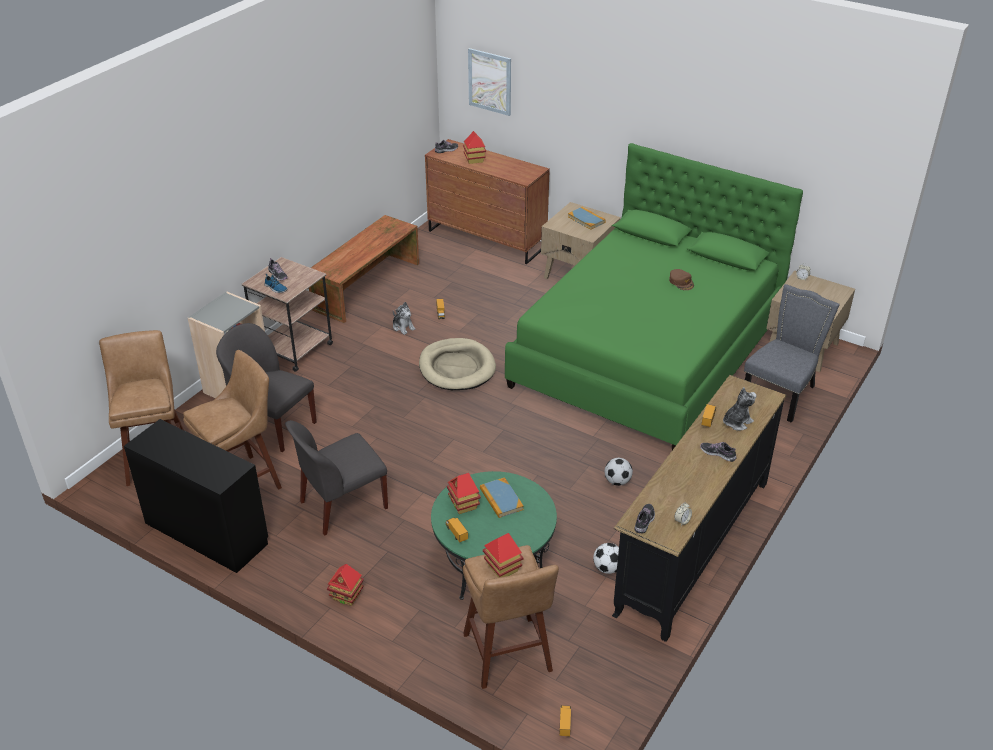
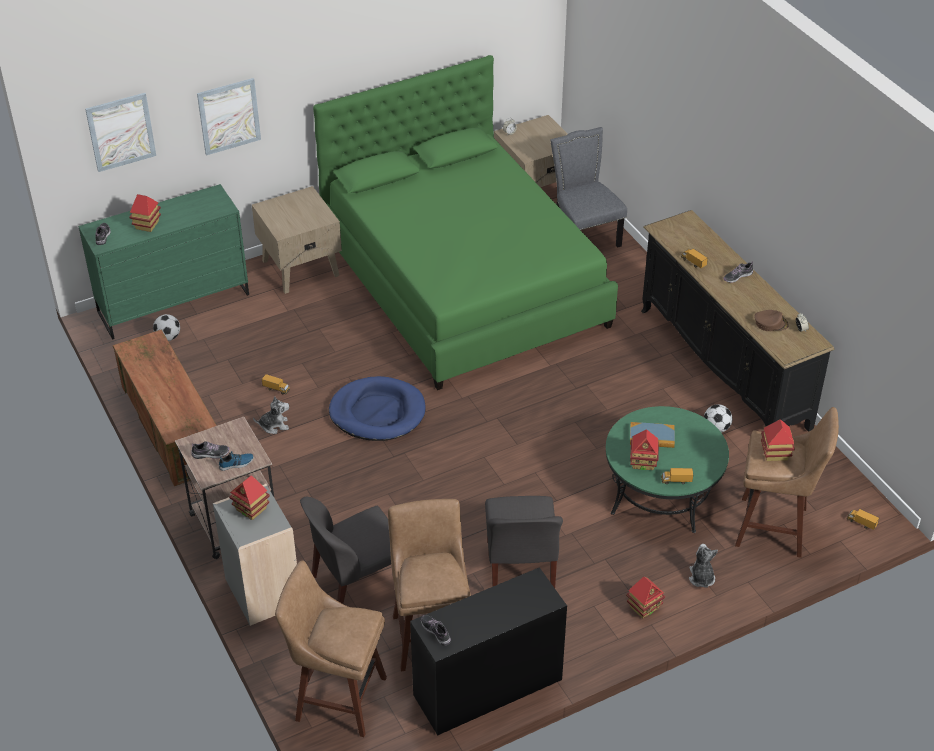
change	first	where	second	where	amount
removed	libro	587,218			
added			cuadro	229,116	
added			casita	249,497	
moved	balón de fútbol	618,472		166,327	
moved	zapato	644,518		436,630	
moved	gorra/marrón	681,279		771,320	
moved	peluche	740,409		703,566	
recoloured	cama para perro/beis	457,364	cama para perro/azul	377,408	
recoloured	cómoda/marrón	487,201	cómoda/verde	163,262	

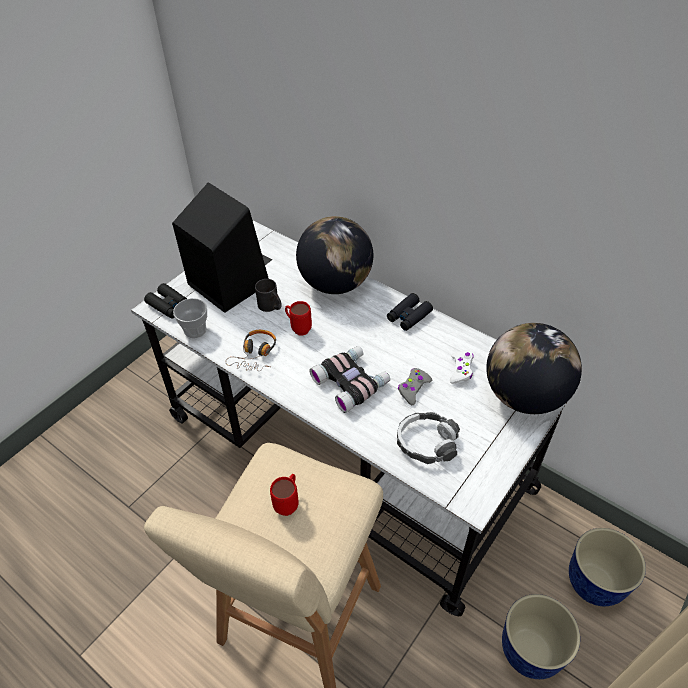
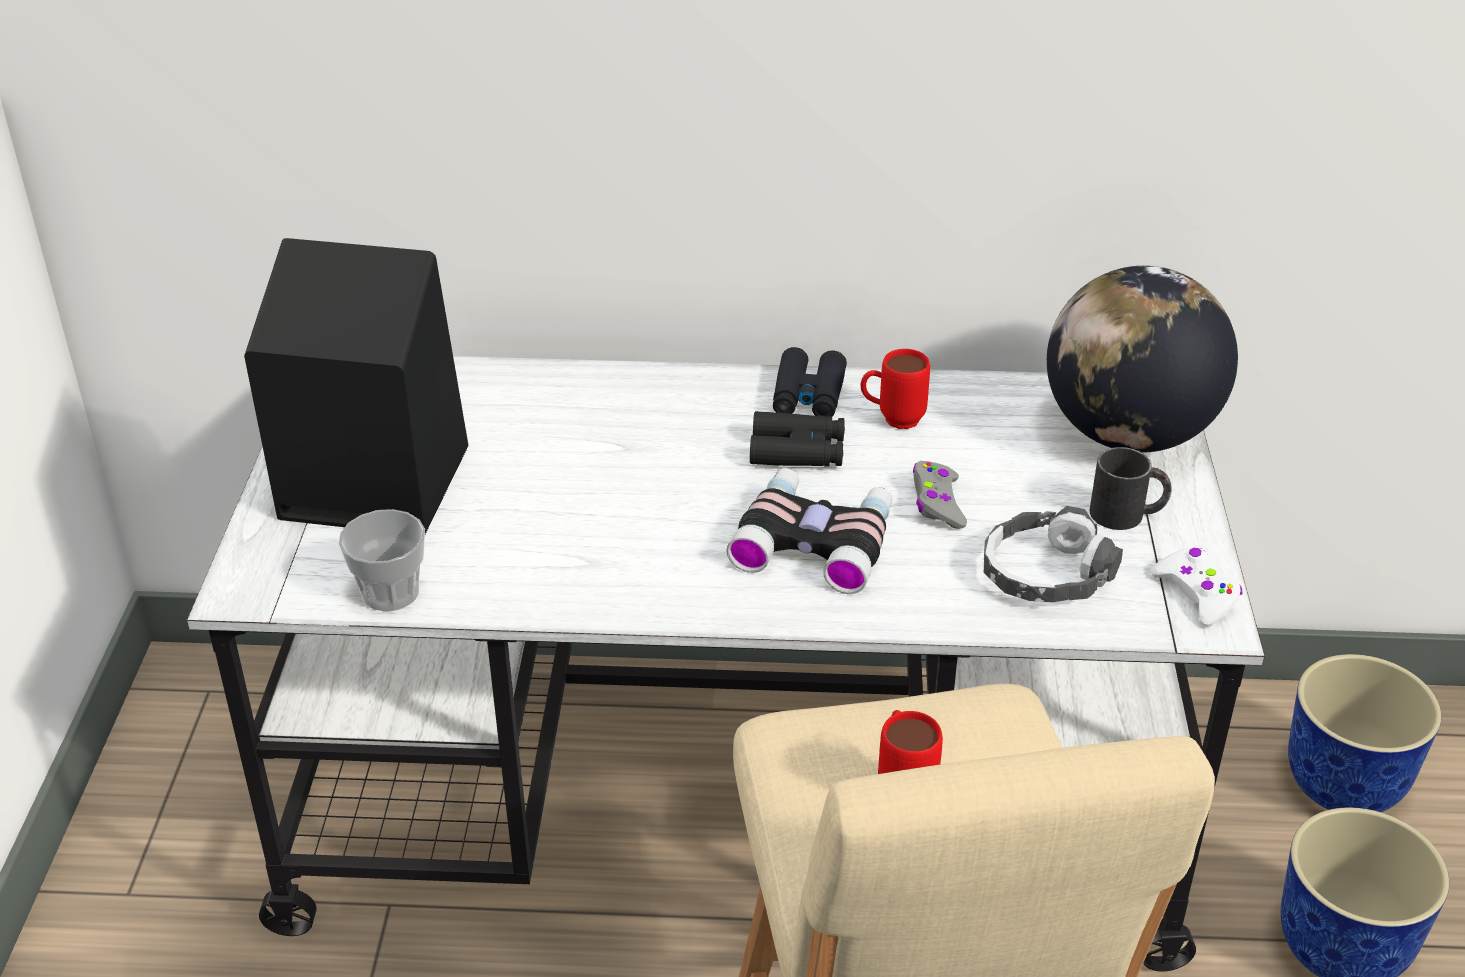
change	first	where	second	where	amount
removed	auriculares	251,350			
removed	globo terráqueo	334,255			
moved	prismáticos/negro	165,301		797,439	
moved	taza grande/negro	268,295		1131,488	
moved	taza grande/rojo	298,318		895,389	
moved	mando de consola/blanco	462,367		1197,587	

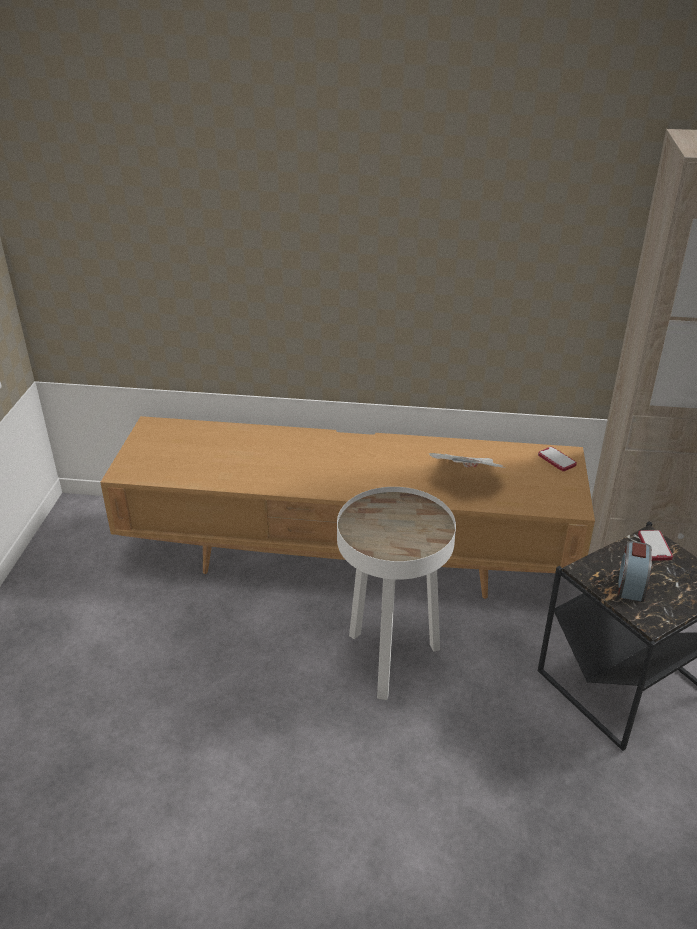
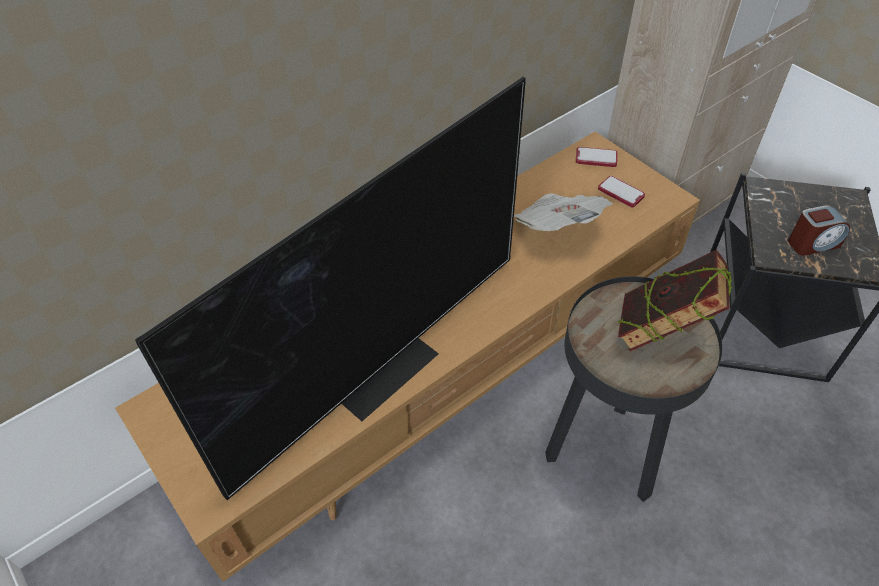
change	first	where	second	where	amount
added			televisor	330,288	
added			libro	675,300	
moved	móvil	655,545		621,191	
recoloured	mesa auxiliar/blanco	396,593	mesa auxiliar/negro	634,389	
turned	despertador	635,571		819,230	75 degrees counterclockwise

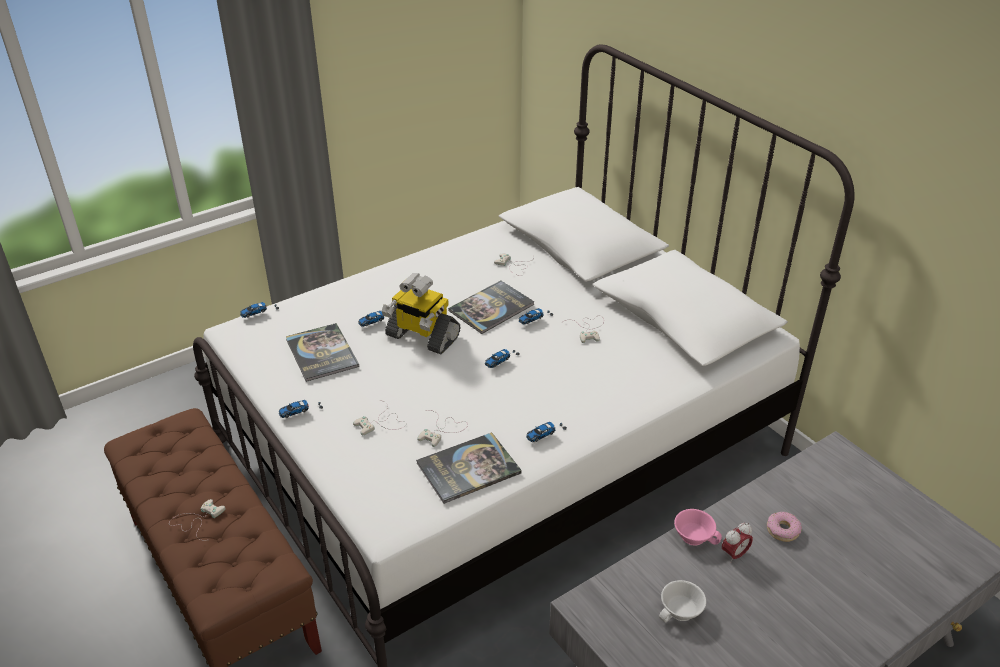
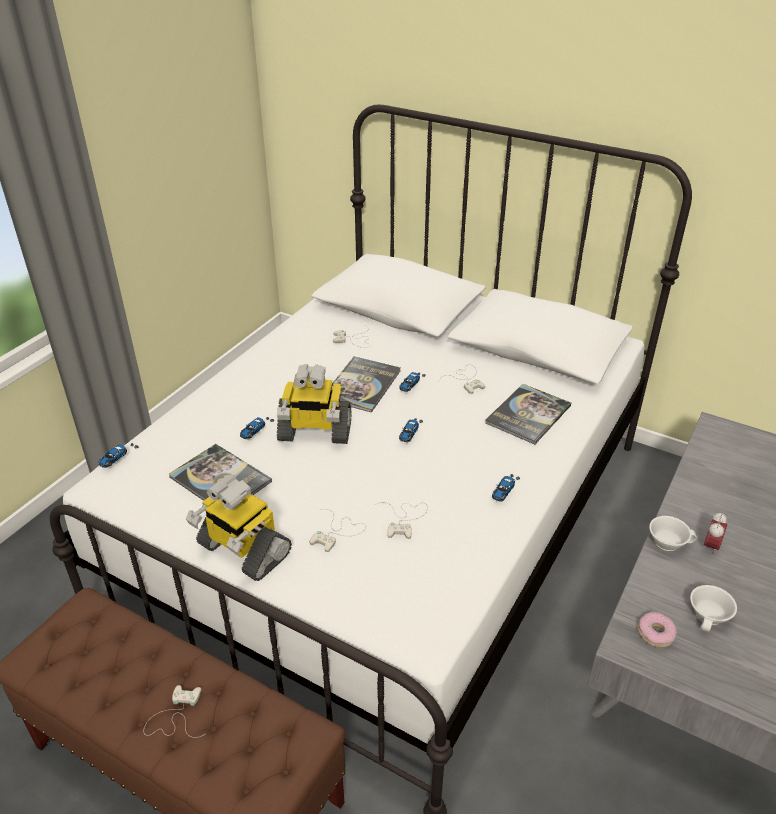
change	first	where	second	where	amount
moved	libro	469,468		528,414	
moved	rosquilla	784,527		657,629	
replaced	coche de juguete	301,409	robot de juguete	239,527	
recoloured	taza/rosa	698,527	taza/blanco	673,533	

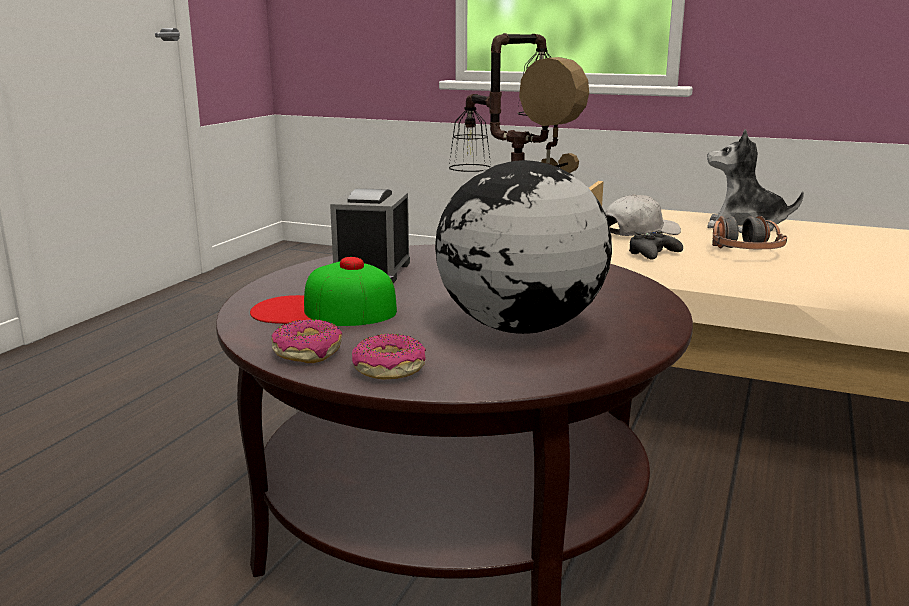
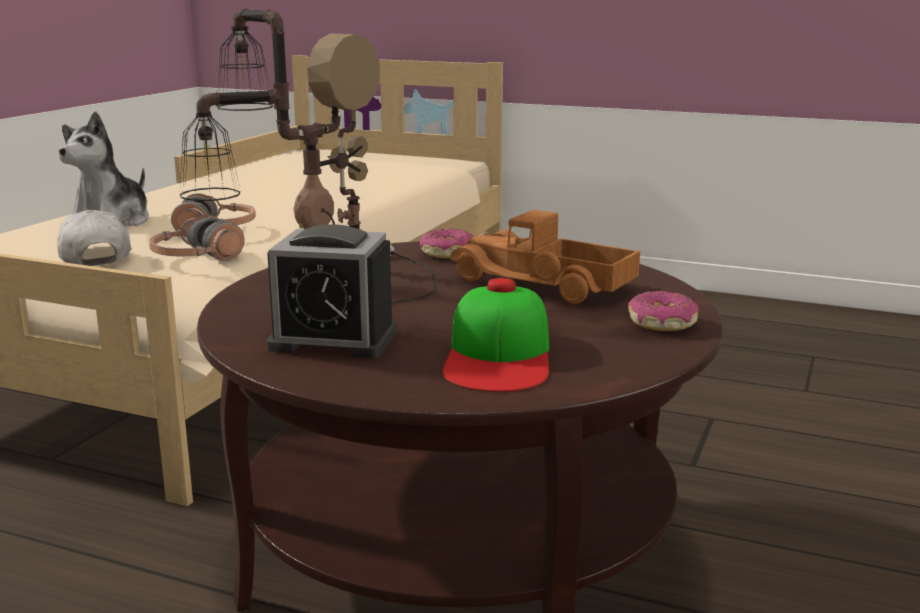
change	first	where	second	where	amount
moved	rosquilla	306,341		447,243	
replaced	globo terráqueo	523,247	camión de juguete	545,257	
replaced	mando de consola/negro	656,245	auriculares	197,237	

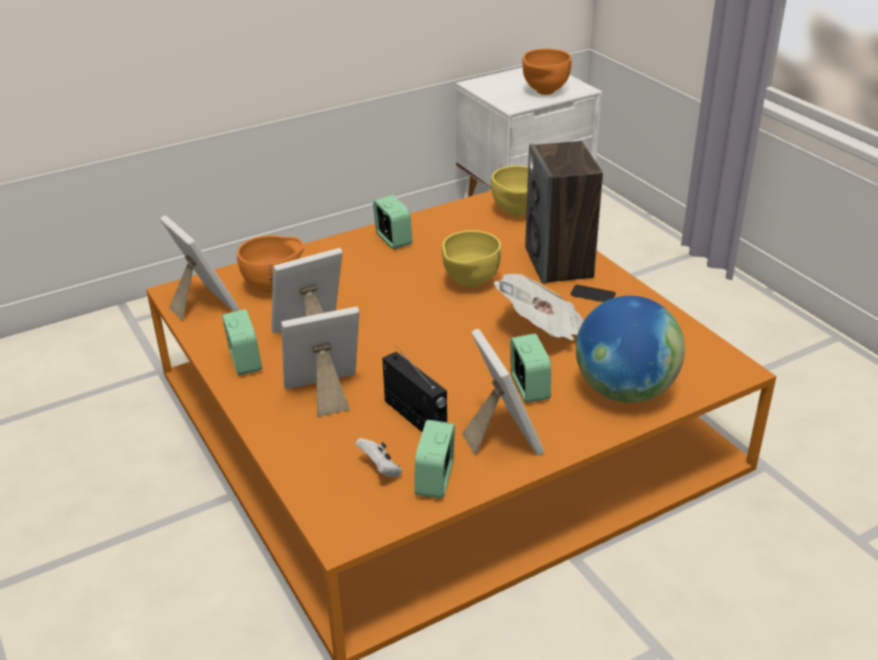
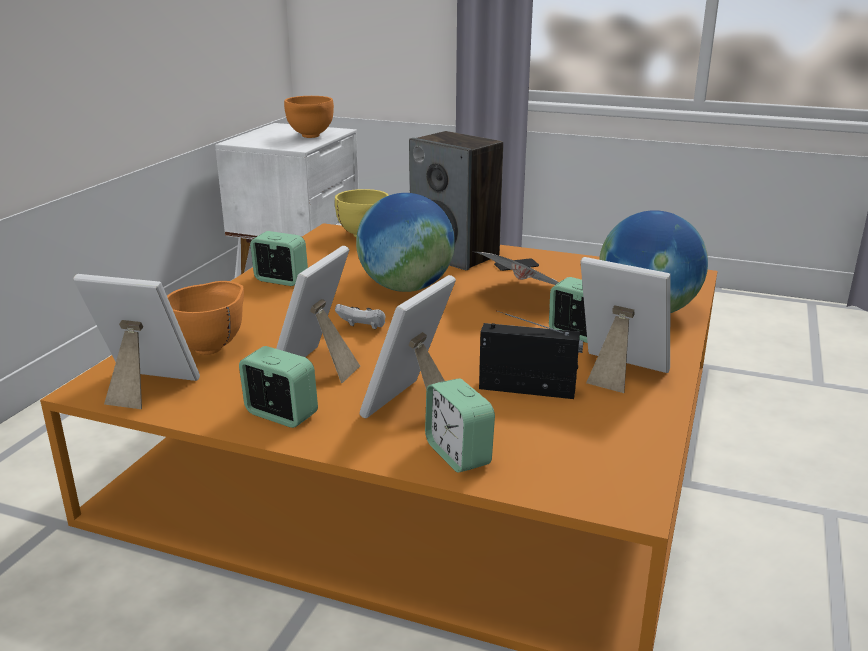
change	first	where	second	where	amount
moved	mando de consola/blanco	378,458		360,316	
moved	despertador	434,459		460,425	
replaced	cuenco/amarillo	472,259	globo terráqueo	405,242	

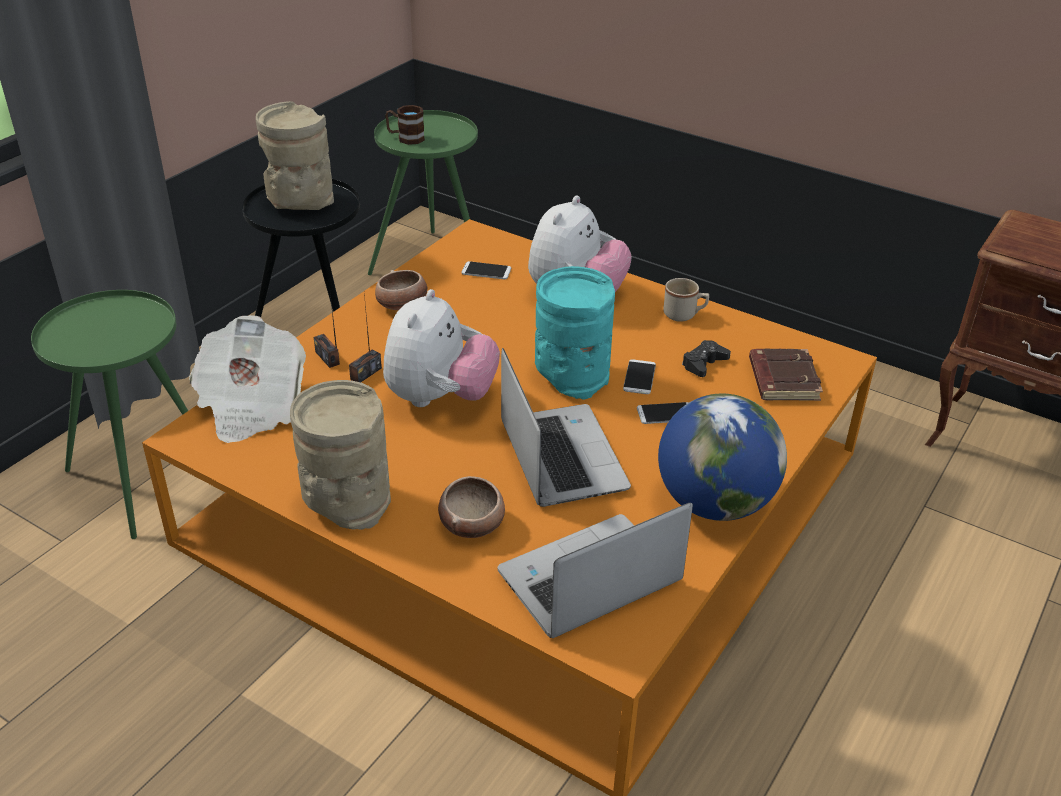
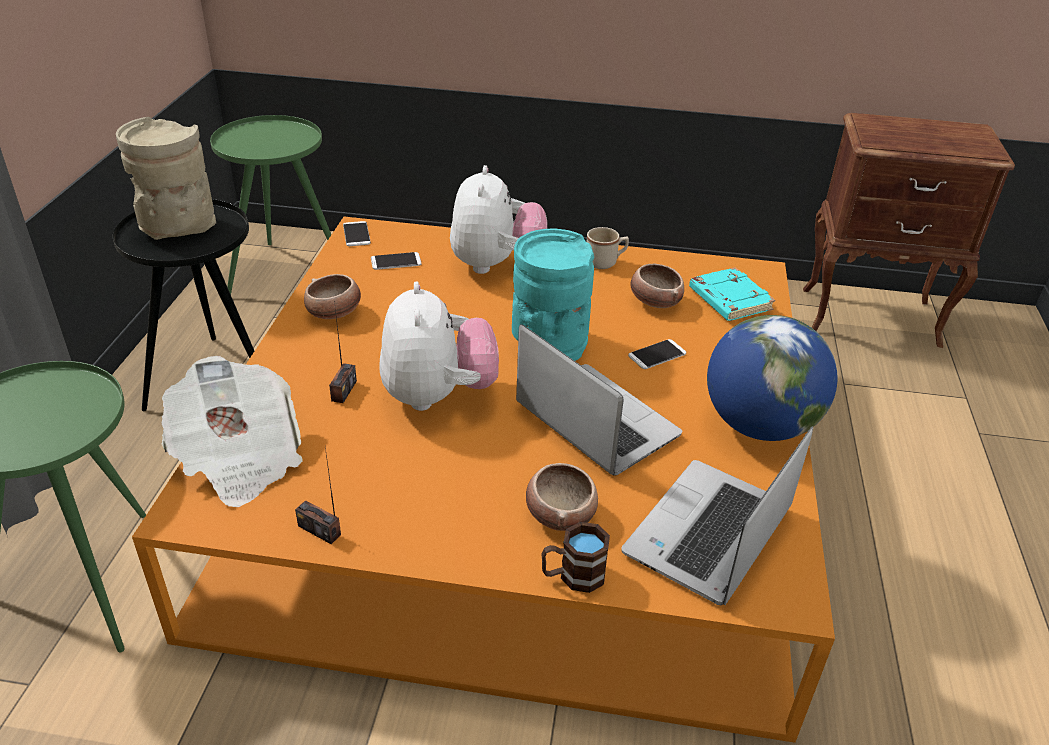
change	first	where	second	where	amount
removed	florero/beis	340,455			
moved	radio	327,331		318,495	
moved	taza grande/marrón	405,125		575,557	
moved	móvil	639,376		357,233	
replaced	mando de consola/negro	706,358	cuenco	657,286	
recoloured	libro/marrón	786,375	libro/turquesa	732,294	

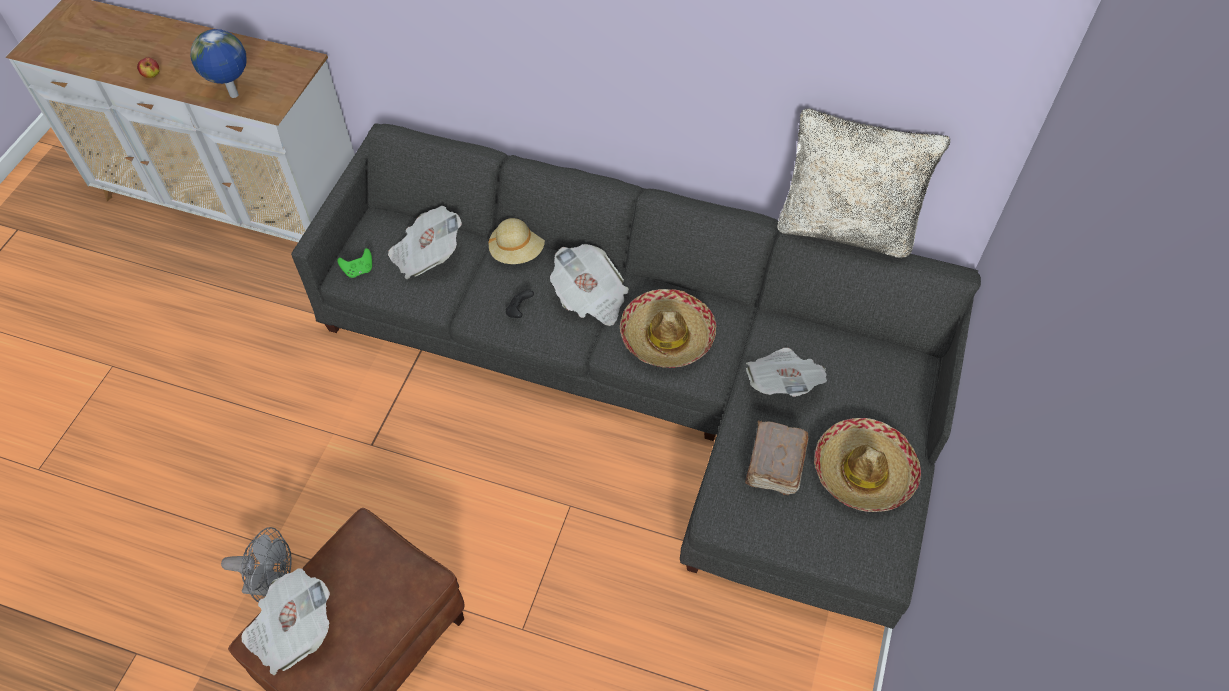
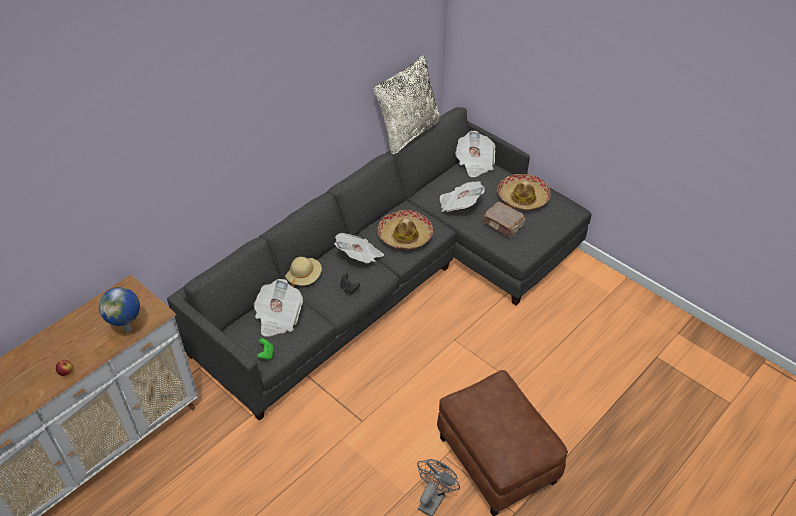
change	first	where	second	where	amount
moved	periódico	286,622		475,154	

